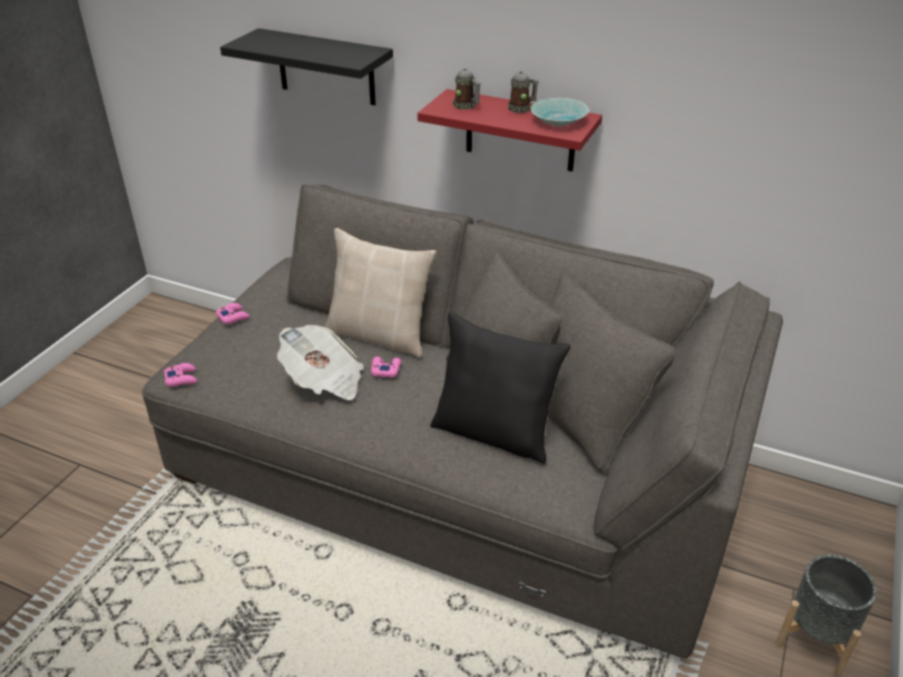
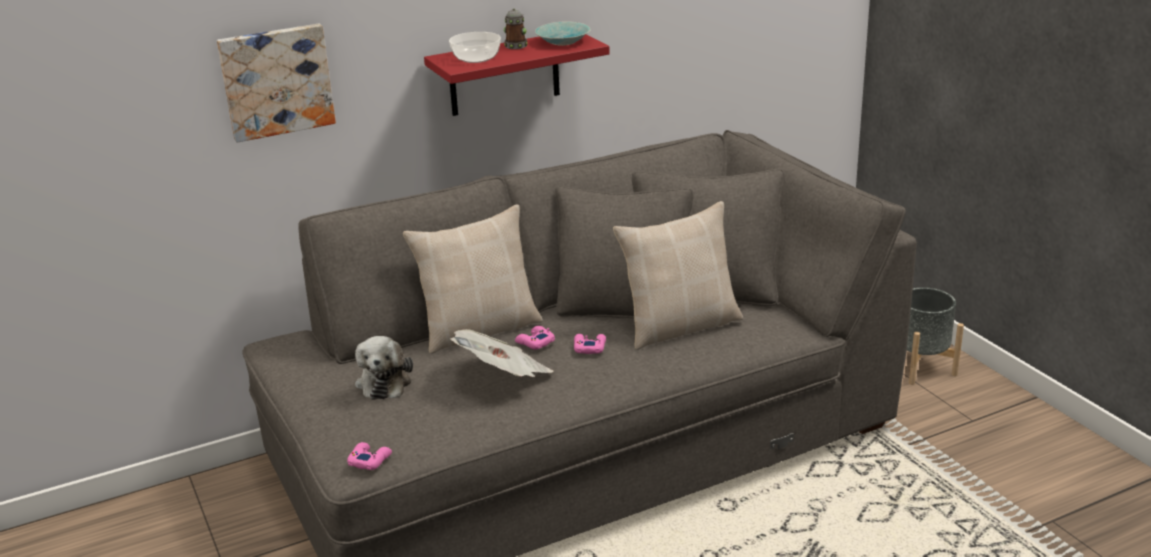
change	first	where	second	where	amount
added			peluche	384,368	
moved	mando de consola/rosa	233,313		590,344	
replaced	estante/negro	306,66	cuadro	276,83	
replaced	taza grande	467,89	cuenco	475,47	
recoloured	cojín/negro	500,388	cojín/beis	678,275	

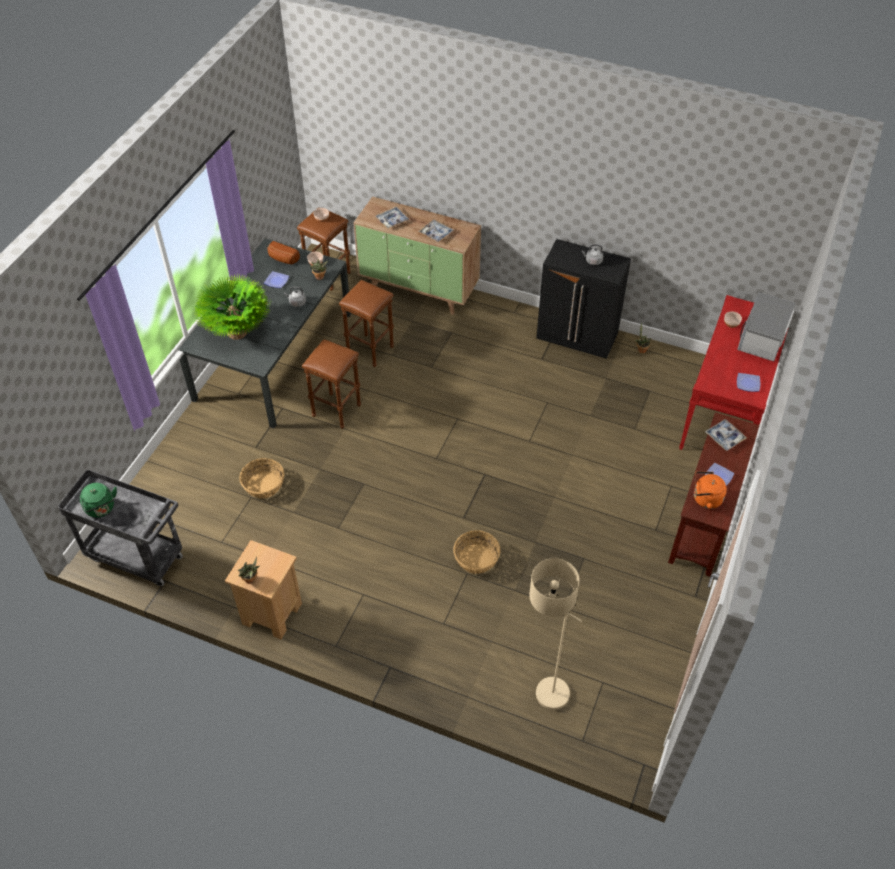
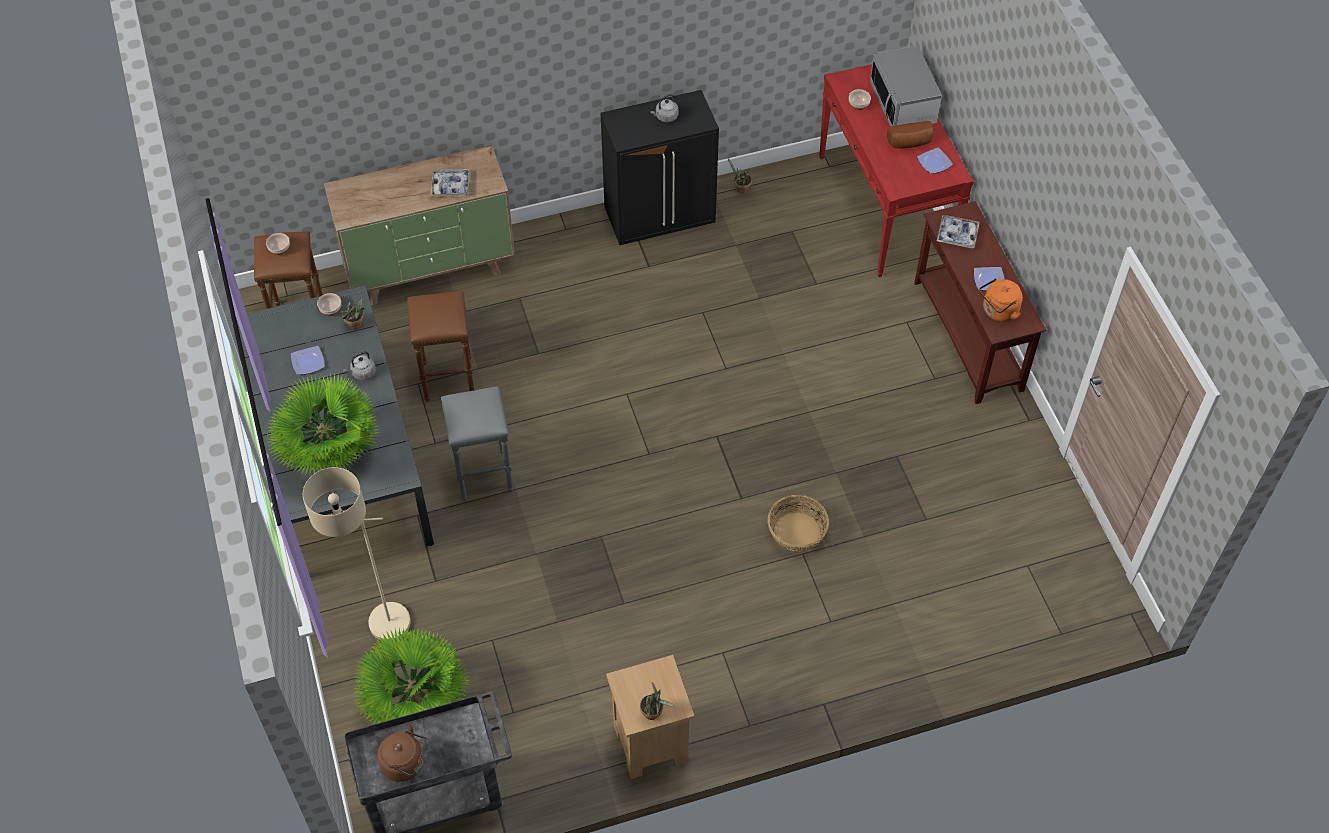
change	first	where	second	where	amount
removed	cesta	261,478			
removed	bandeja	392,218			
added			planta en maceta	411,676	
moved	pan	283,252		910,134	
moved	lámpara de pie/beis	555,634		357,554	
recoloured	hervidor/verde	98,500	hervidor/marrón	402,753	
recoloured	taburete/marrón	331,384	taburete/gris	477,443	

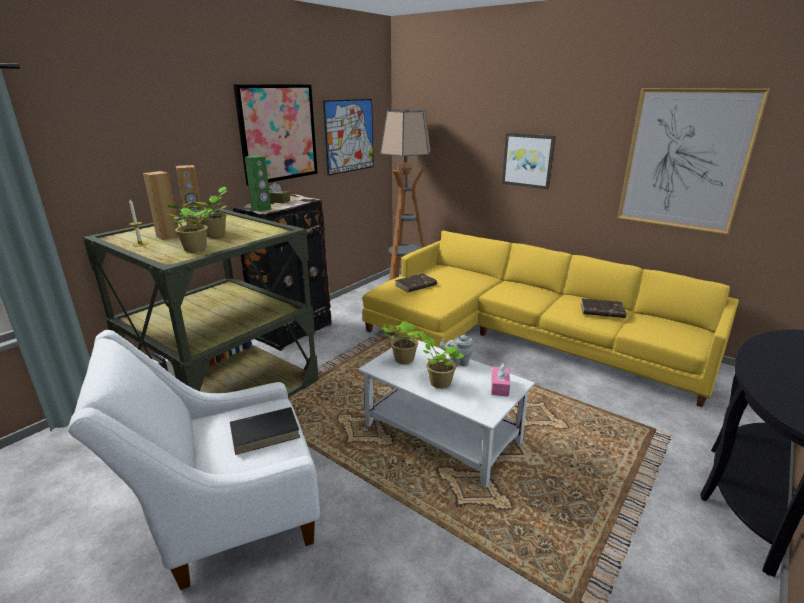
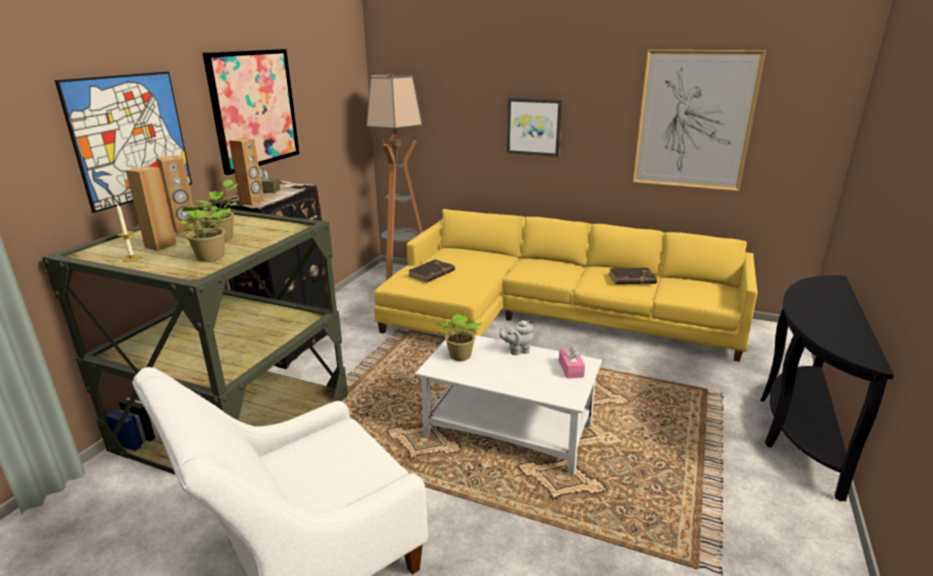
change	first	where	second	where	amount
removed	libro/negro	265,431			
removed	planta en maceta	441,360			
moved	cuadro	348,137		123,142	
recoloured	altavoz/verde	258,183	altavoz/marrón	246,171	

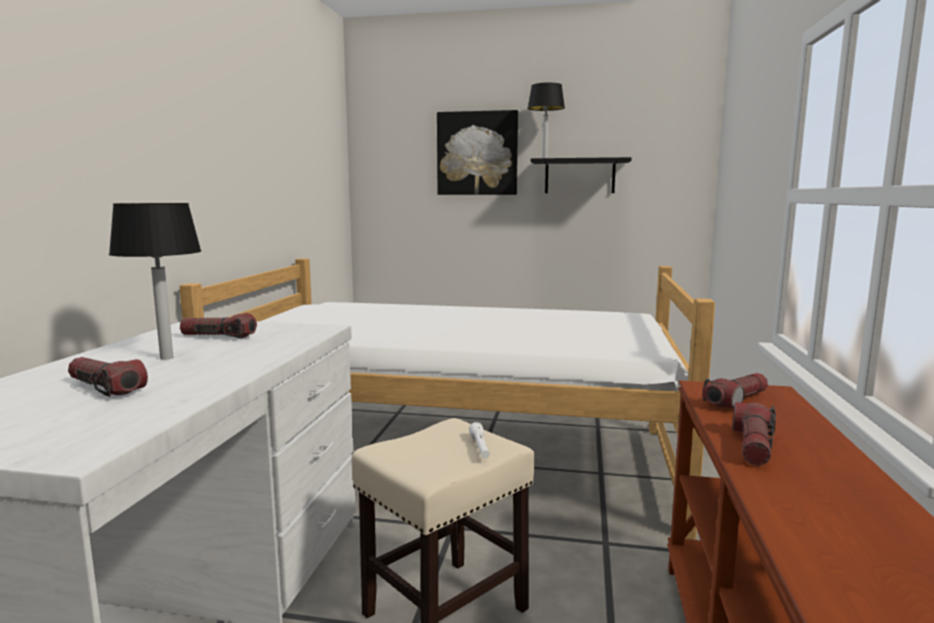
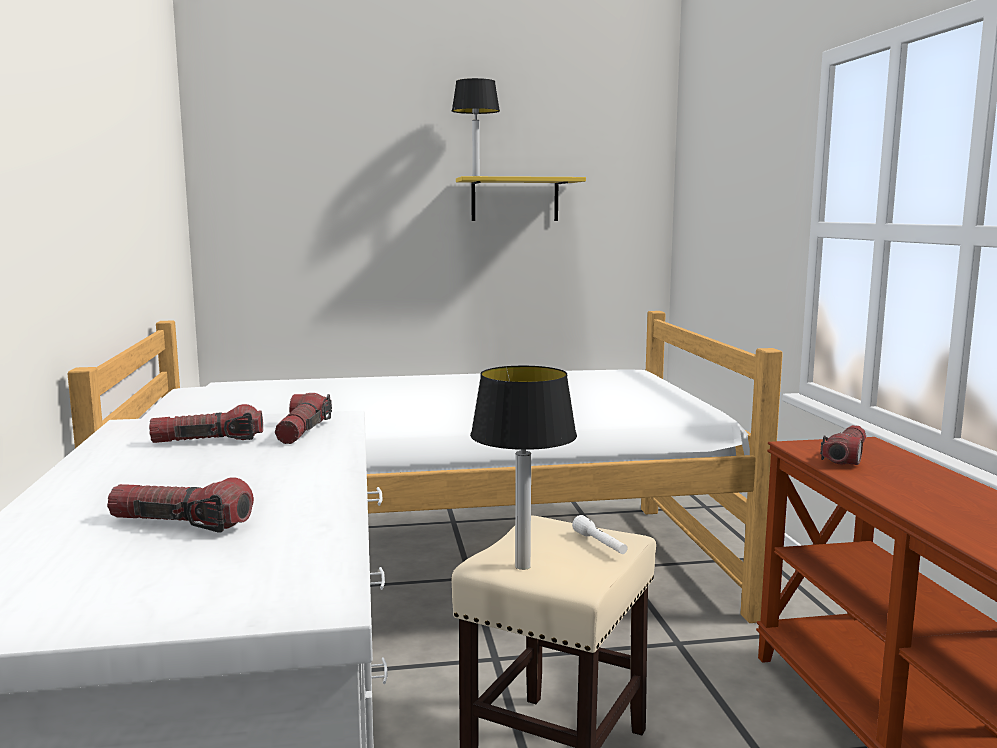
change	first	where	second	where	amount
removed	cuadro	477,152			
moved	lámpara de mesa	155,281		523,468	
moved	linterna	754,434		303,418	
recoloured	estante/negro	581,175	estante/amarillo	521,198	

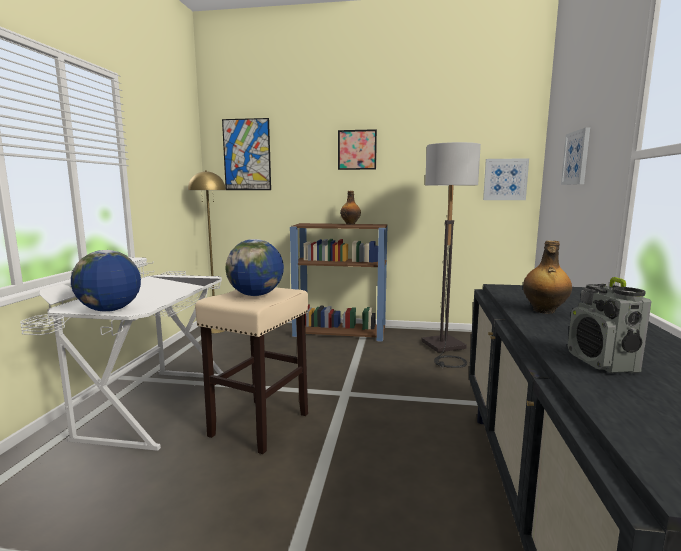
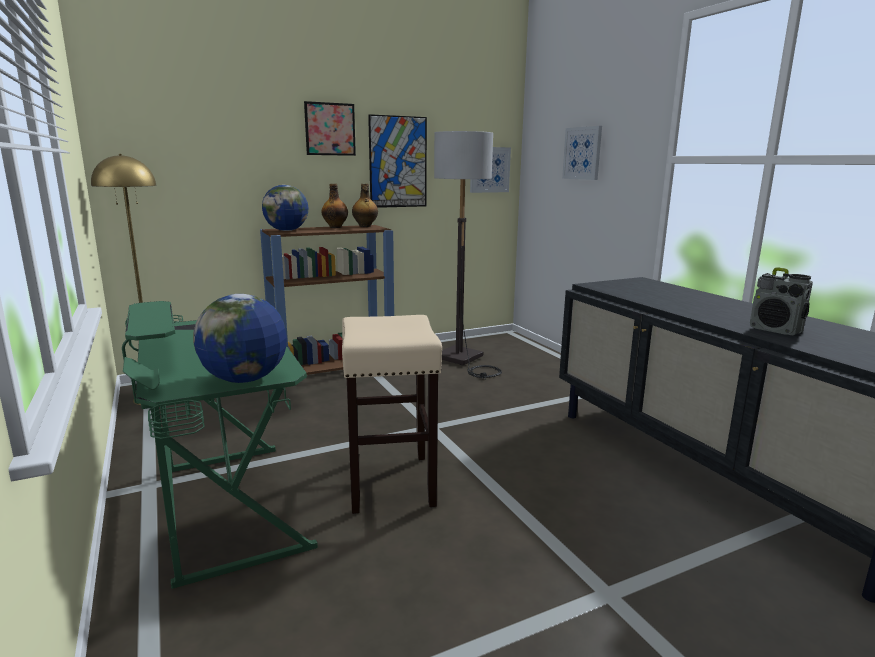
change	first	where	second	where	amount
moved	cuadro	246,154		397,161	
moved	globo terráqueo	254,267		285,208	
moved	botella	547,277		365,205	
recoloured	escritorio/blanco	121,354	escritorio/verde	220,445	

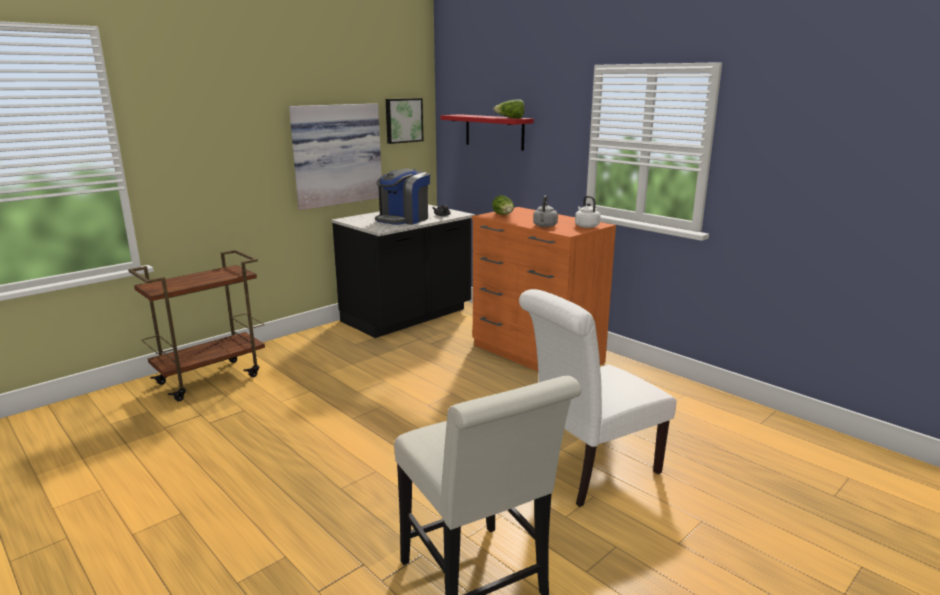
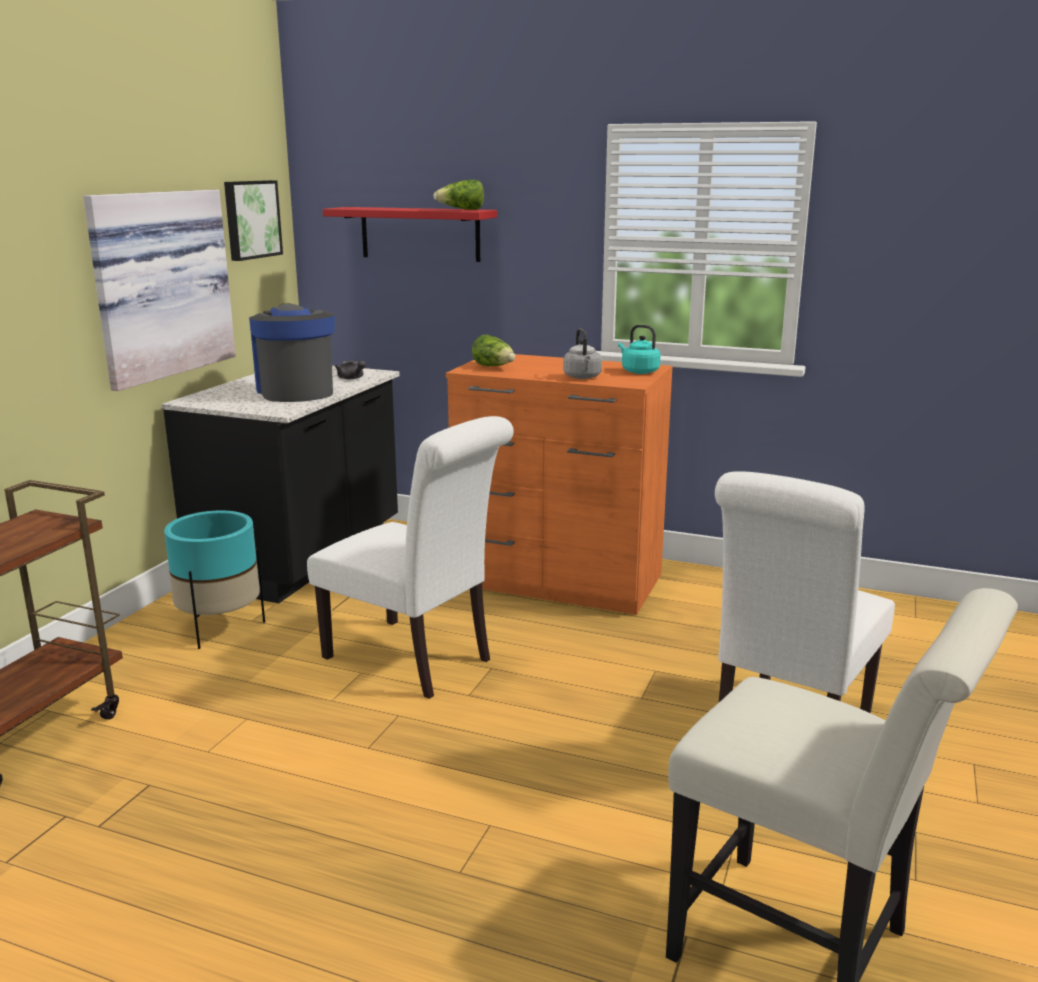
change	first	where	second	where	amount
added			maceta/turquesa	214,579	
added			silla/blanco	410,557	
recoloured	hervidor/blanco	587,212	hervidor/turquesa	639,349	
turned	cafetera	402,197		292,352	150 degrees clockwise

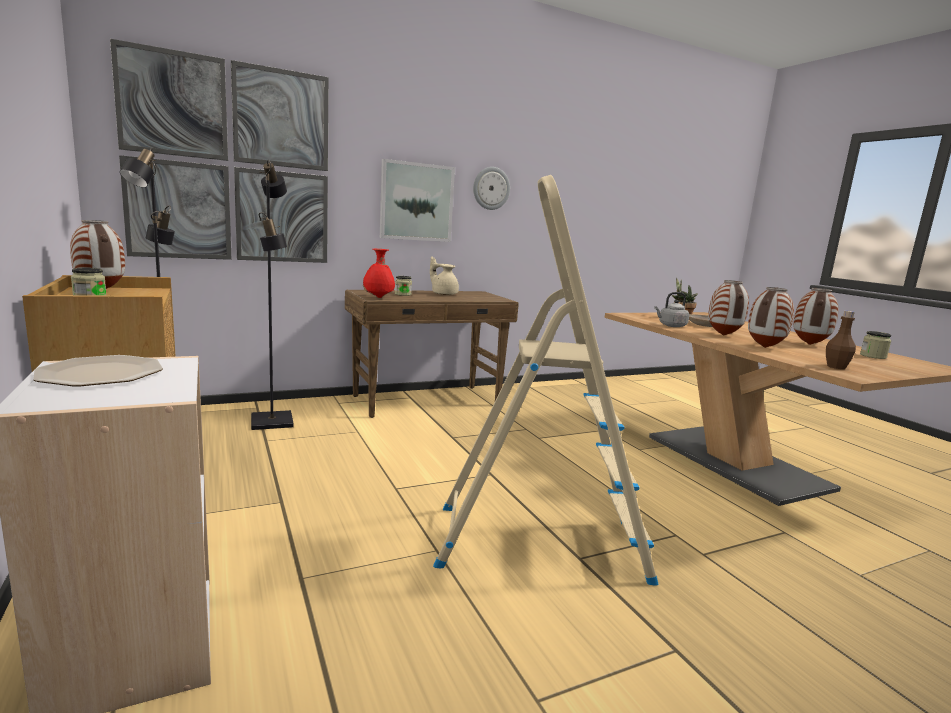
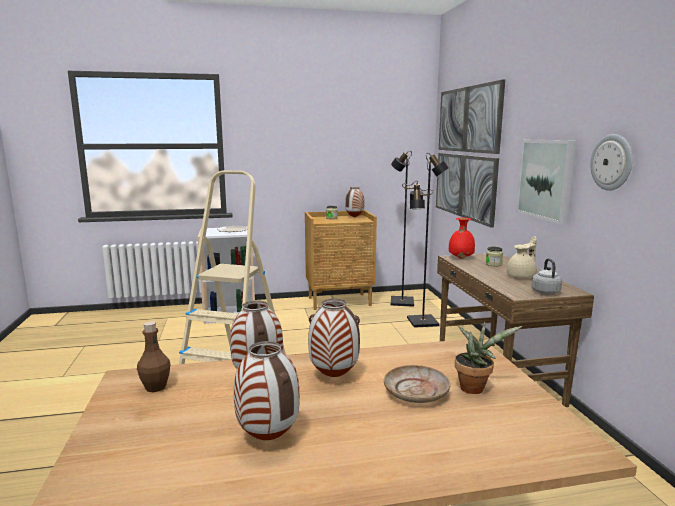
change	first	where	second	where	amount
removed	tarro	875,345			
moved	hervidor/gris	671,309		547,276	

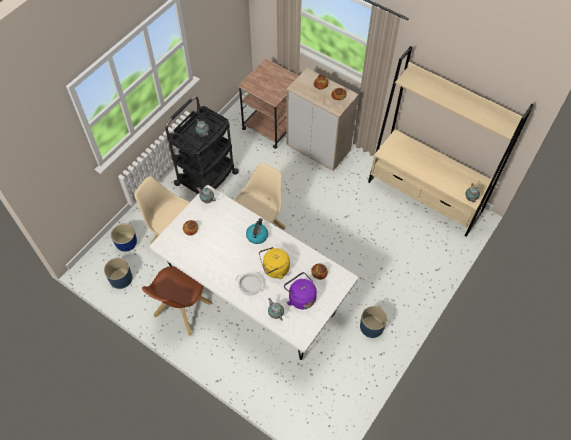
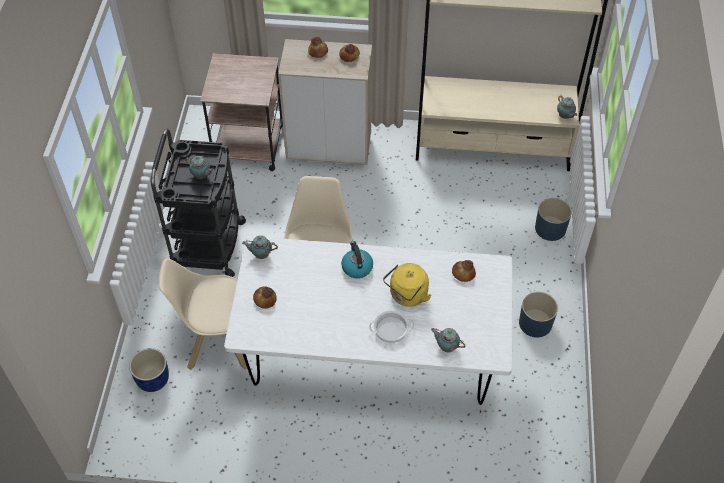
change	first	where	second	where	amount
removed	silla/marrón	177,301			
removed	hervidor/morado	300,290			
moved	maceta/azul	118,273		553,219	

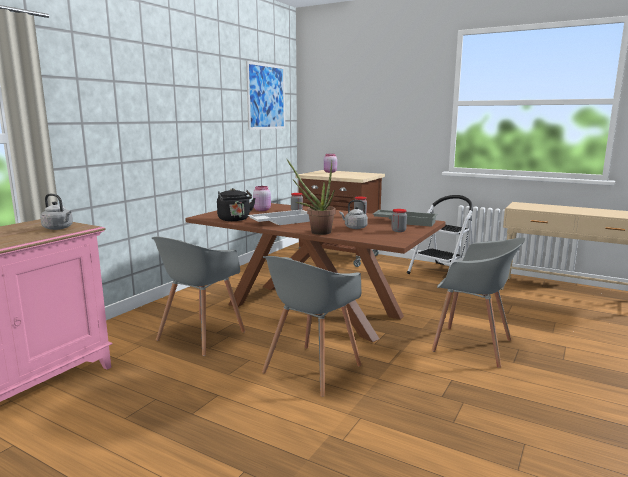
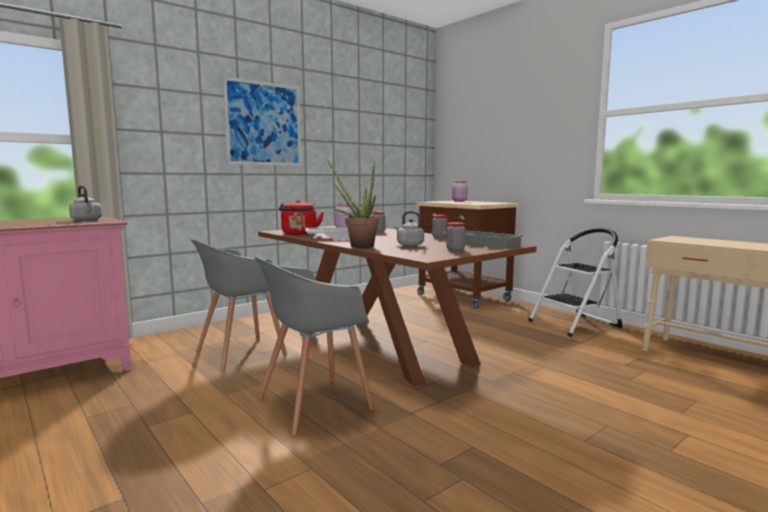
change	first	where	second	where	amount
removed	silla/gris	479,302			
moved	cuadro	265,95		262,121	
recoloured	hervidor/negro	236,204	hervidor/rojo	301,217	

